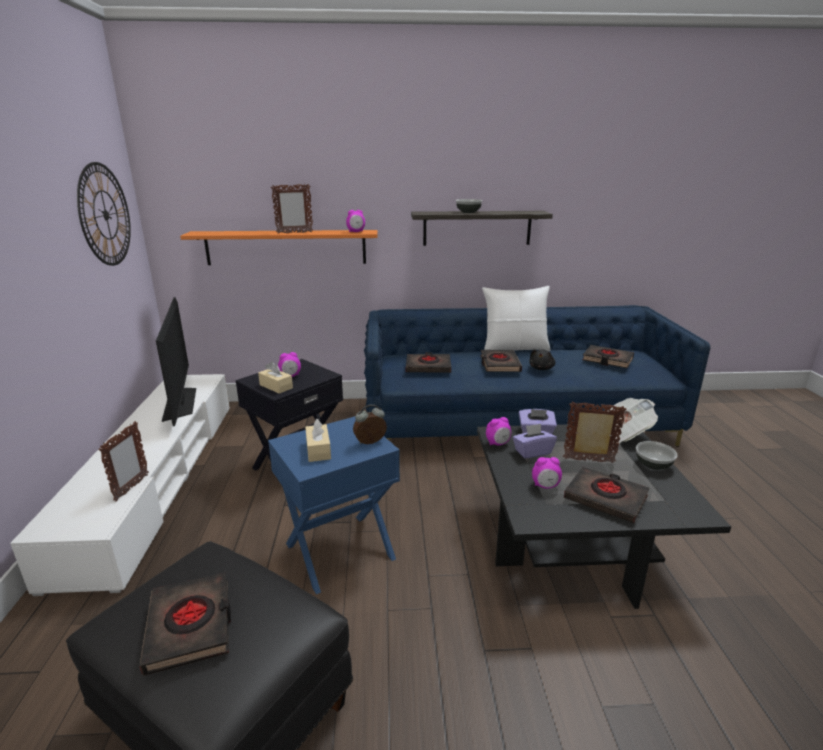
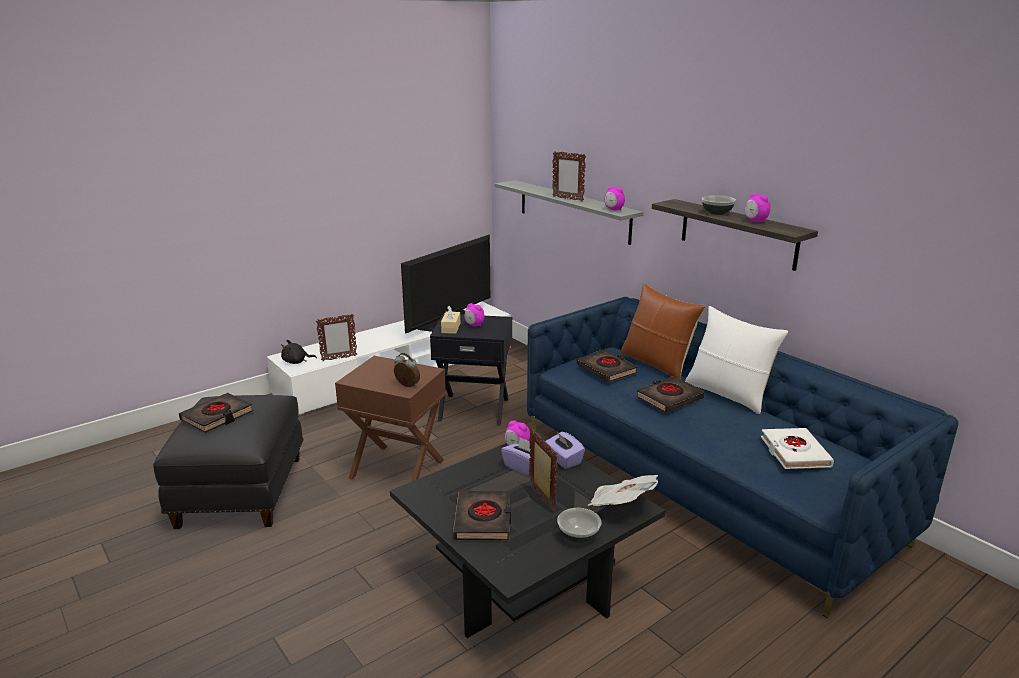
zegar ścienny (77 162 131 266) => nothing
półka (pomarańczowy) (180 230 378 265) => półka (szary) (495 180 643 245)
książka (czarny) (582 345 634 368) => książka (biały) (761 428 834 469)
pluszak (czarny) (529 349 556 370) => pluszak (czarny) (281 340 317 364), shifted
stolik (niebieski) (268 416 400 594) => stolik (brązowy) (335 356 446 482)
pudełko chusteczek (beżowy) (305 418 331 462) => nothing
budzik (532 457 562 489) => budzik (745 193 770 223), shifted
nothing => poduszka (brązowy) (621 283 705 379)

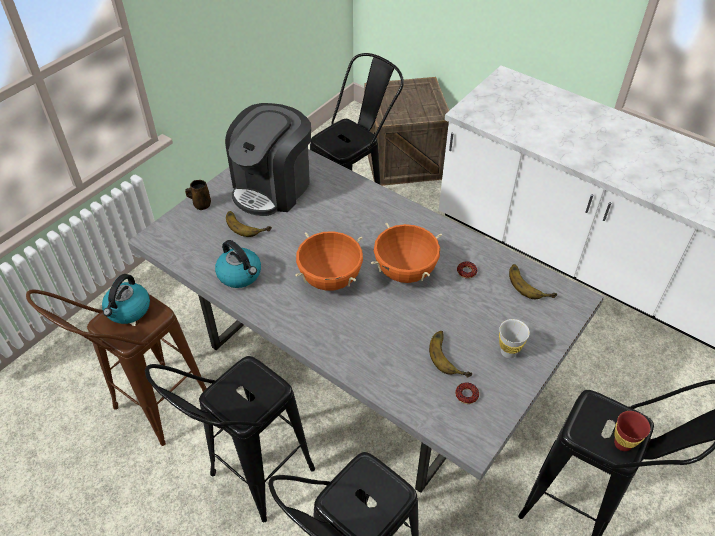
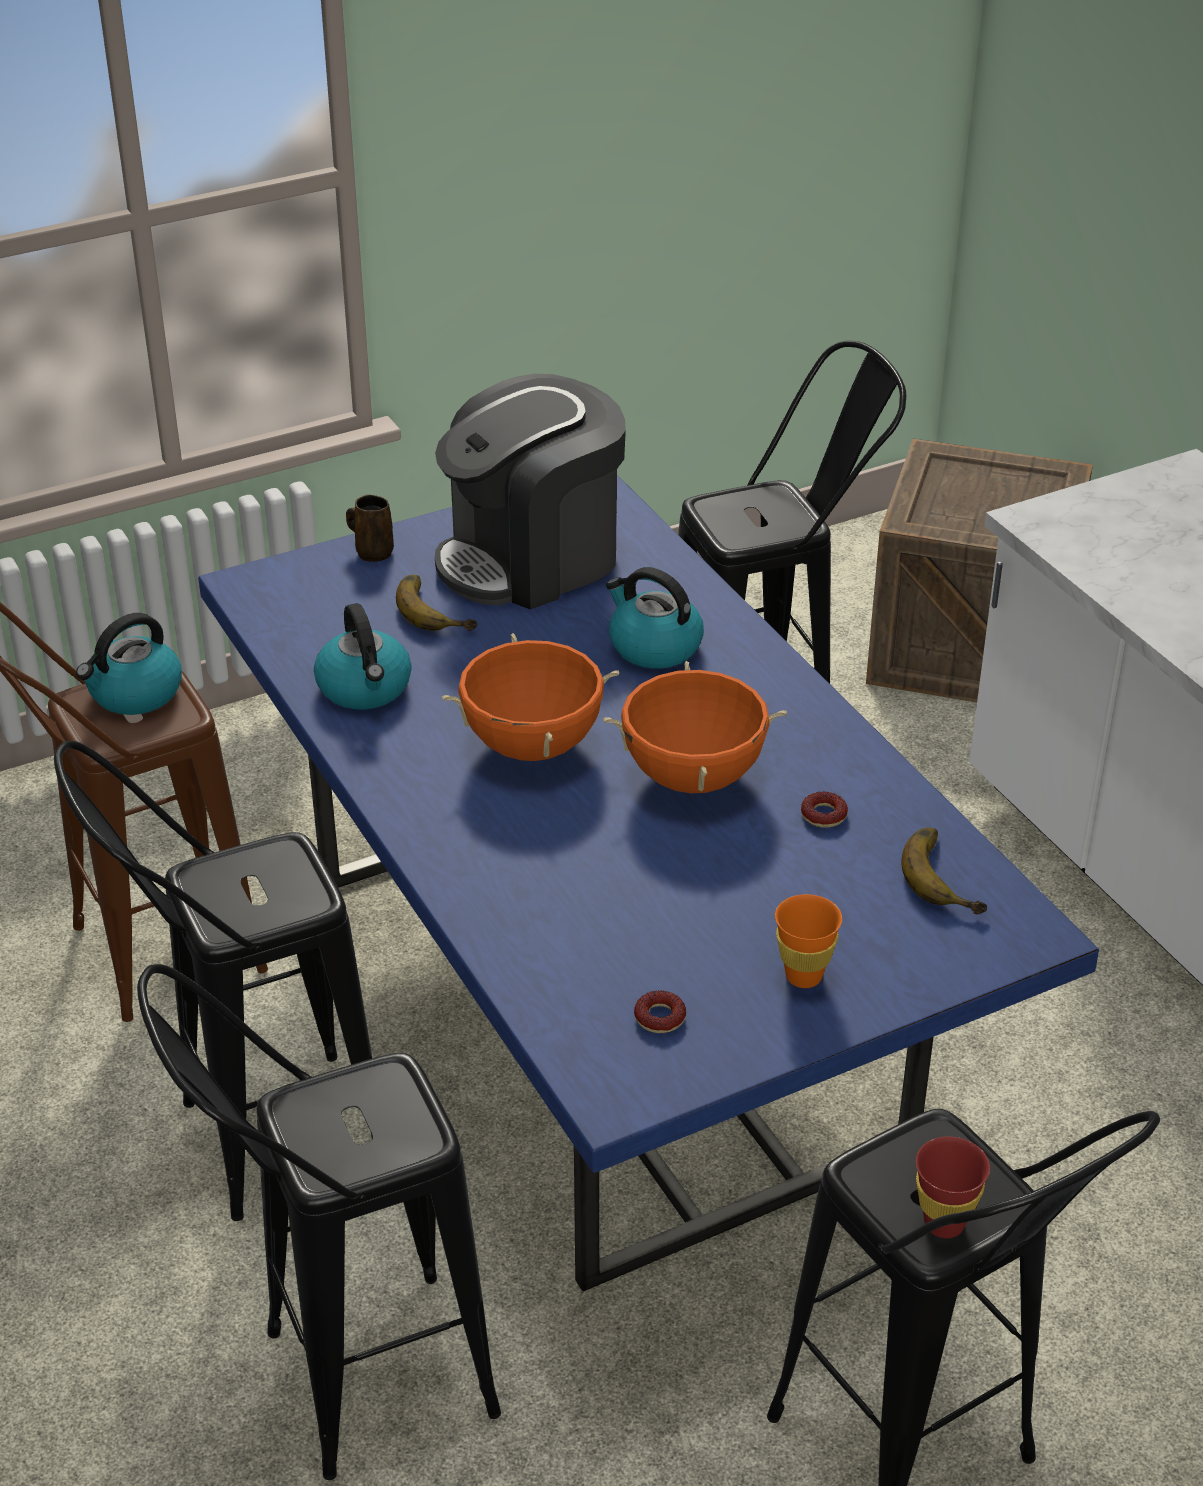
stół jadalny (szary) (128 149 604 493) => stół jadalny (niebieski) (198 475 1099 1291)
filiżanka (biały) (499 319 530 358) => filiżanka (pomarańczowy) (775 894 842 988)
banan (429 331 472 377) => nothing
nothing => czajnik (606 567 704 669)

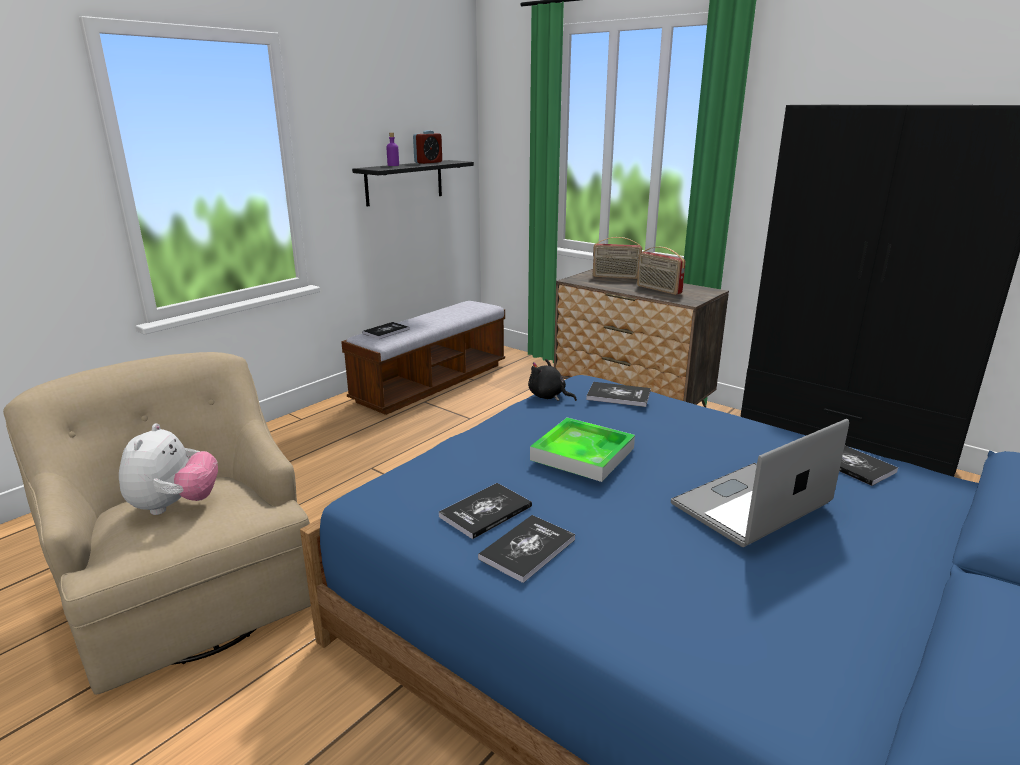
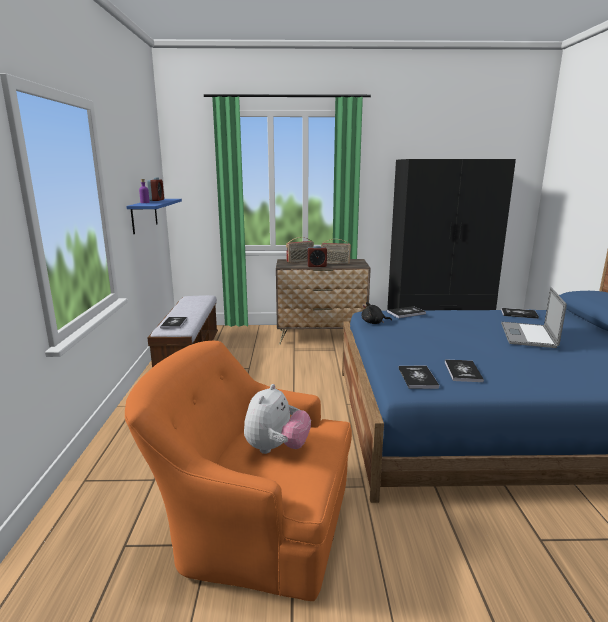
półka (czarny) (352 160 474 207) => półka (niebieski) (126 199 182 234)
fotel (beżowy) (3 352 311 695) => fotel (pomarańczowy) (125 341 352 601)
taca (530 417 635 482) => nothing
pluszak (119 423 218 515) => pluszak (244 384 311 454), 60 degrees clockwise
książka (478 515 576 583) => książka (398 366 439 389), shifted
nothing => budzik (307 246 327 267)

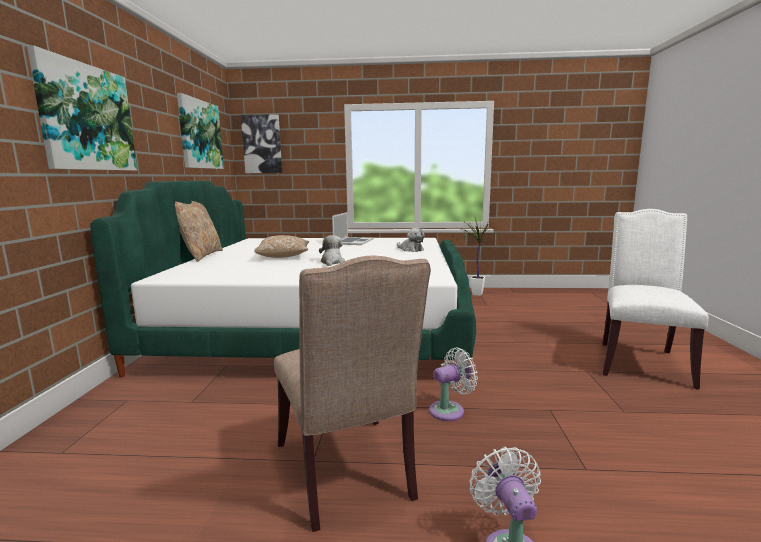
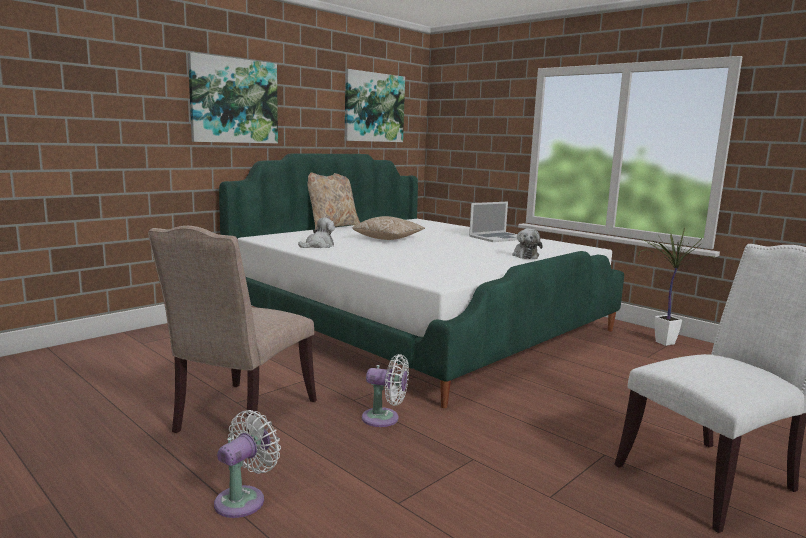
obraz (241 114 282 173) => nothing
pluszak (319 235 345 266) => pluszak (298 218 335 248), shifted

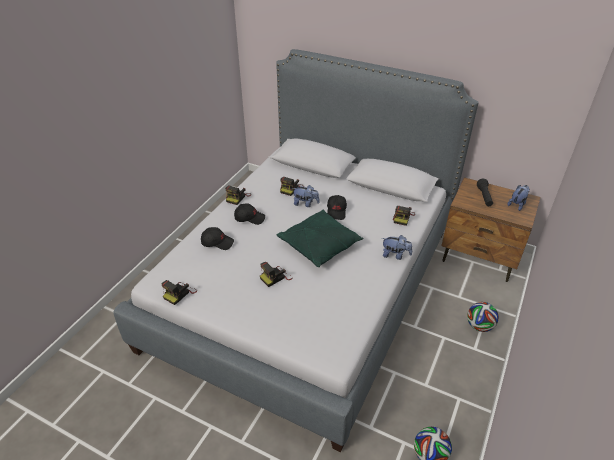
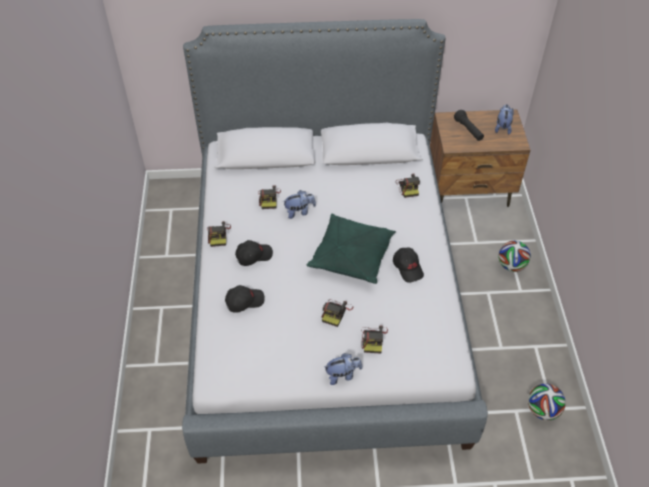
czapka z daszkiem (czarny) (327 195 347 220) => czapka z daszkiem (czarny) (393 248 424 283), shifted
pluszak (382 235 412 260) => pluszak (324 353 362 385), shifted
aparat fotograficzny (161 280 197 305) => aparat fotograficzny (361 326 388 353), shifted

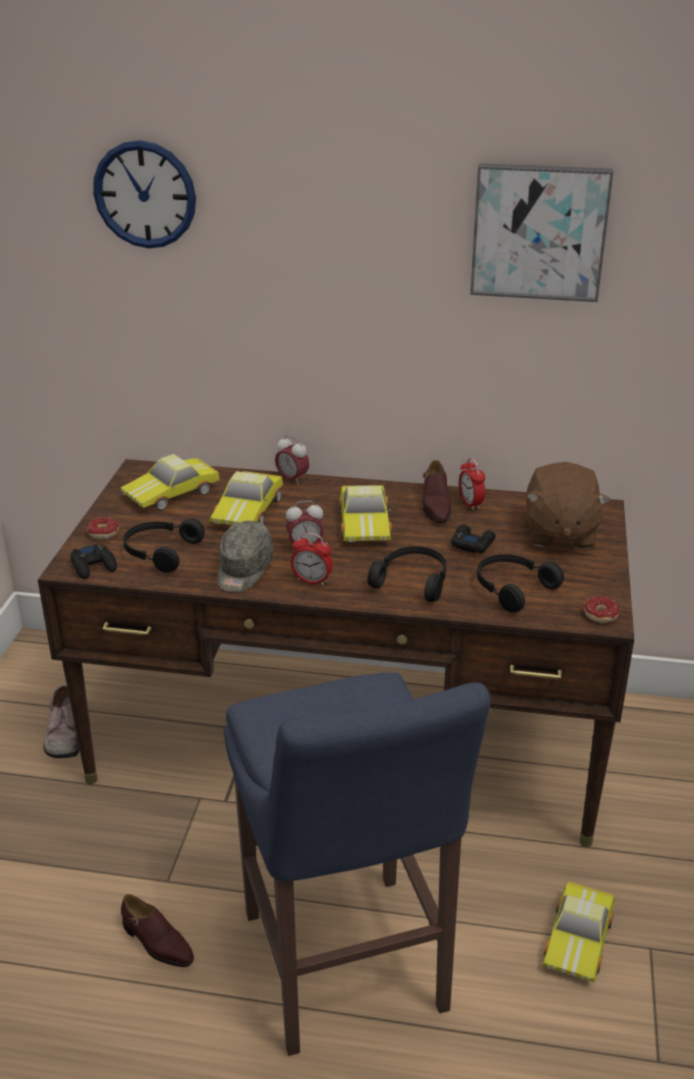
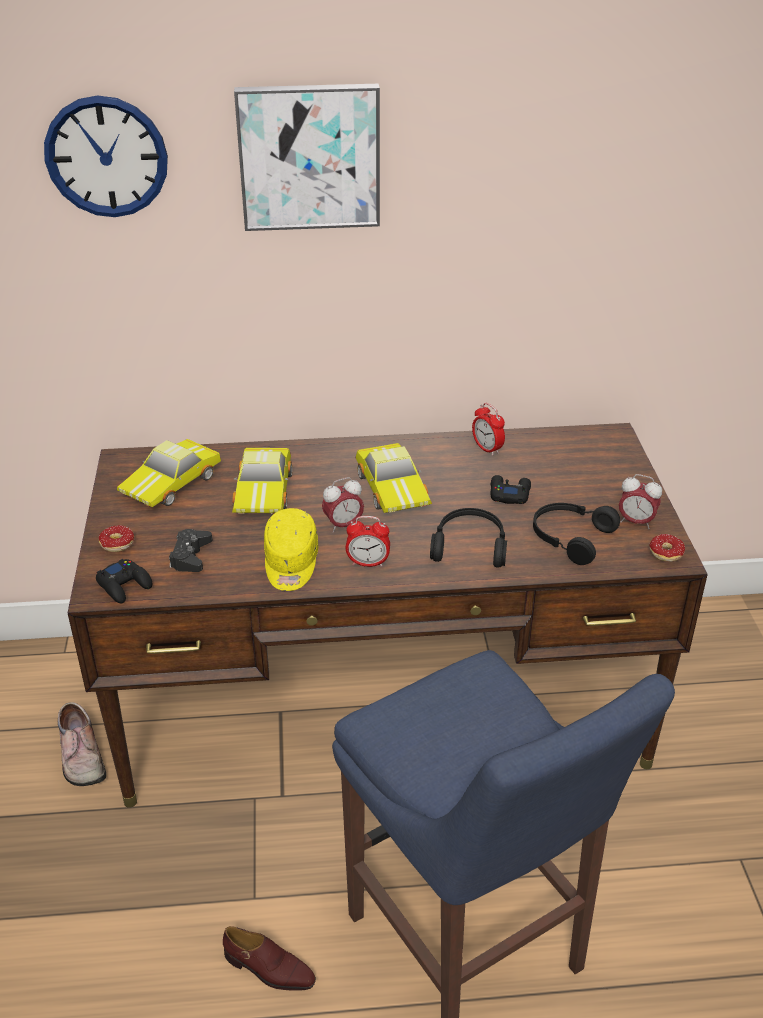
obraz (470 163 613 302) => obraz (234 84 380 231), shifted
budzik (275 435 309 486) => budzik (619 474 662 529), shifted
but (brązowy) (423 460 451 523) => nothing
pluszak (brązowy) (526 462 610 550) => nothing
słuchawki (czarny) (123 519 205 572) => pad do gier (czarny) (169 529 212 572)
czapka z daszkiem (szary) (218 521 273 592) => czapka z daszkiem (żółty) (264 508 318 591)
samochodzik (542 882 614 982) => nothing

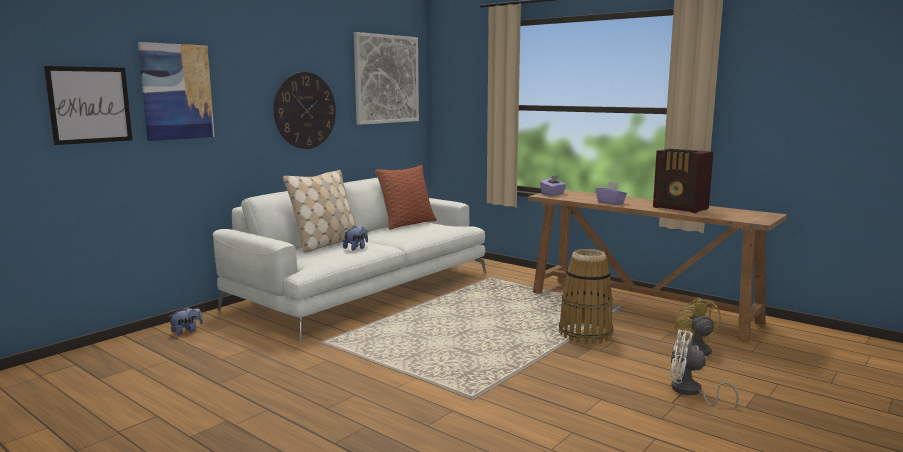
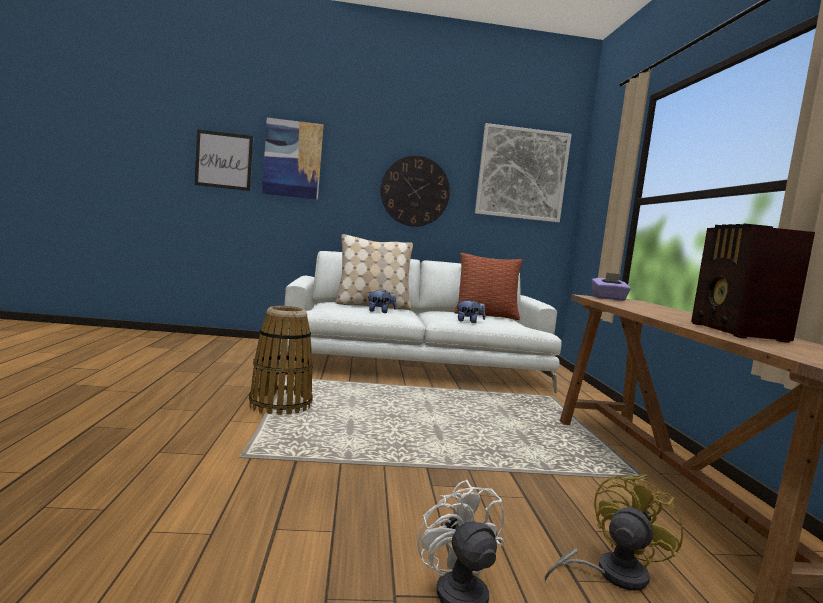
pudełko chusteczek (fioletowy) (596 182 627 205) => nothing
koszyk (559 249 613 344) => koszyk (249 306 313 415), shifted
pluszak (168 307 203 336) => pluszak (457 300 486 323), shifted

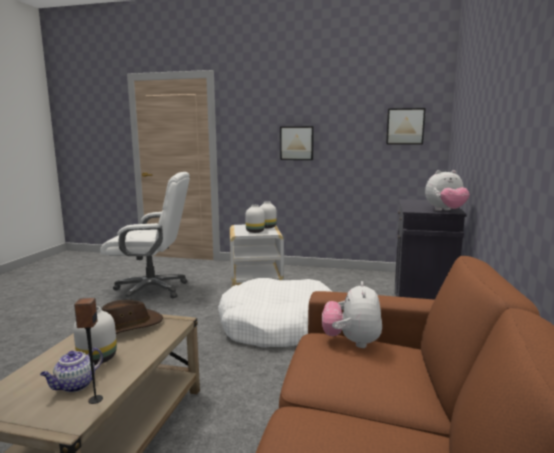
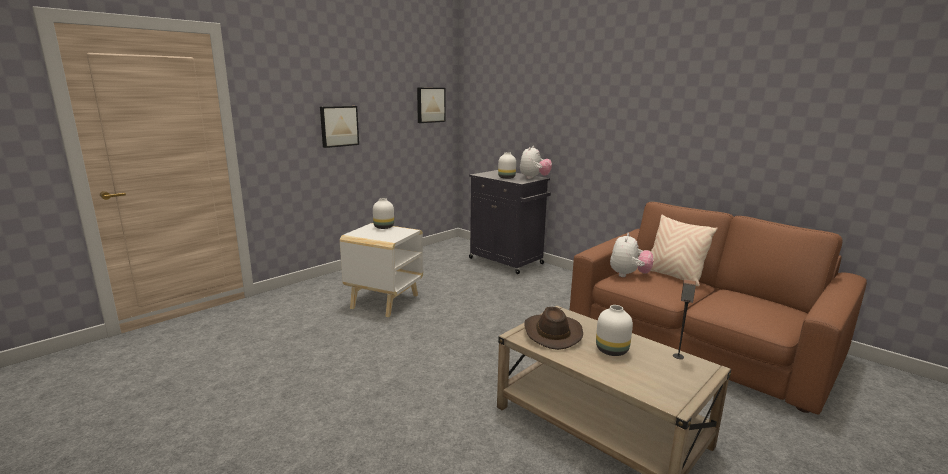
krzesło biurowe (biały) (100 172 190 300) => nothing
wazon (biały) (245 205 265 233) => wazon (biały) (498 152 516 179), shifted
legowisko (biały) (218 278 332 348) => nothing
pluszak (322 281 382 348) => pluszak (610 233 654 277), 105 degrees counterclockwise
imbryk (40 348 103 392) => nothing
nothing => poduszka (beżowy) (650 214 718 286)

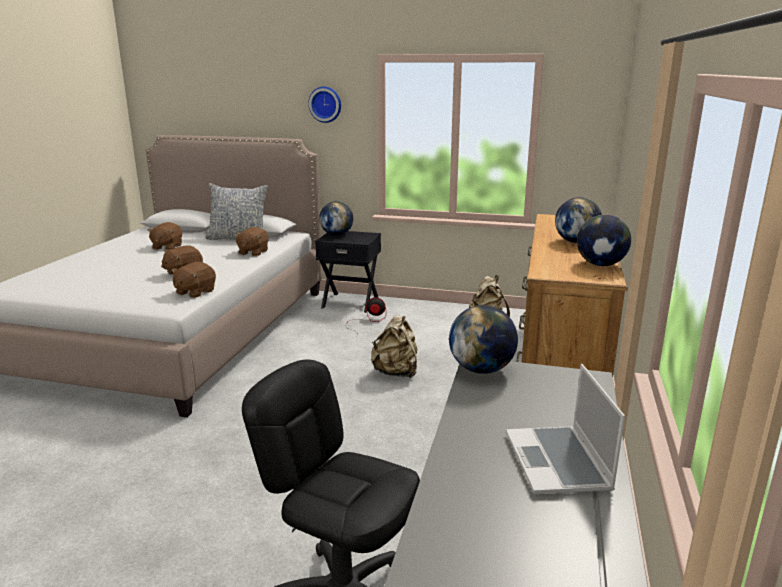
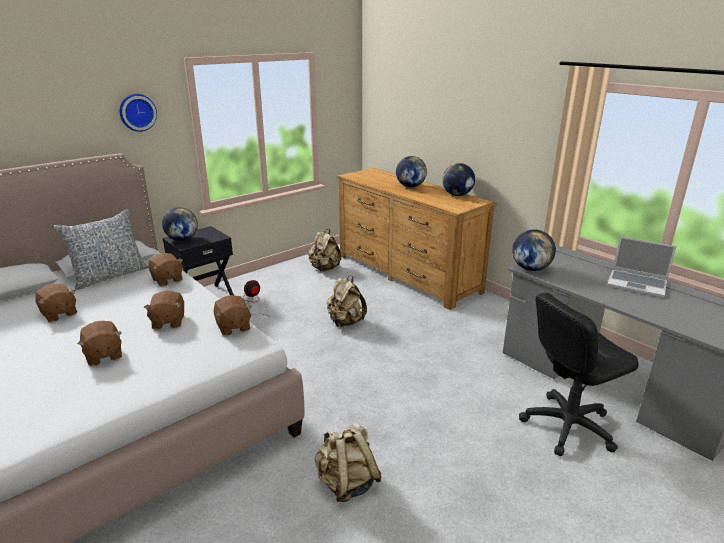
nothing => pluszak (brązowy) (78 321 122 366)
nothing => plecak (beżowy) (315 422 381 502)

